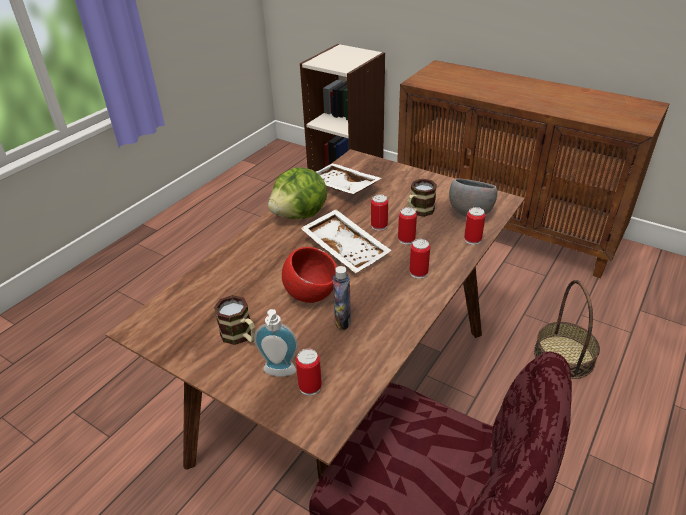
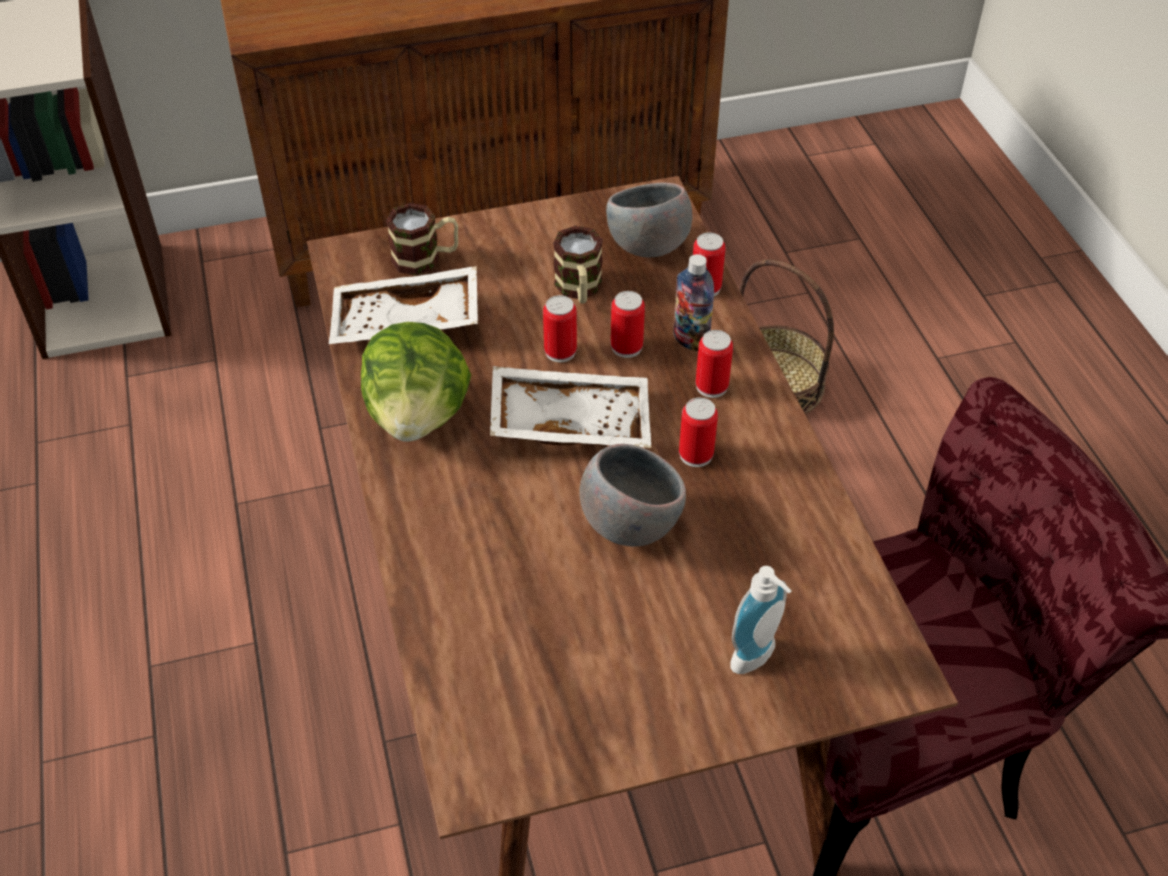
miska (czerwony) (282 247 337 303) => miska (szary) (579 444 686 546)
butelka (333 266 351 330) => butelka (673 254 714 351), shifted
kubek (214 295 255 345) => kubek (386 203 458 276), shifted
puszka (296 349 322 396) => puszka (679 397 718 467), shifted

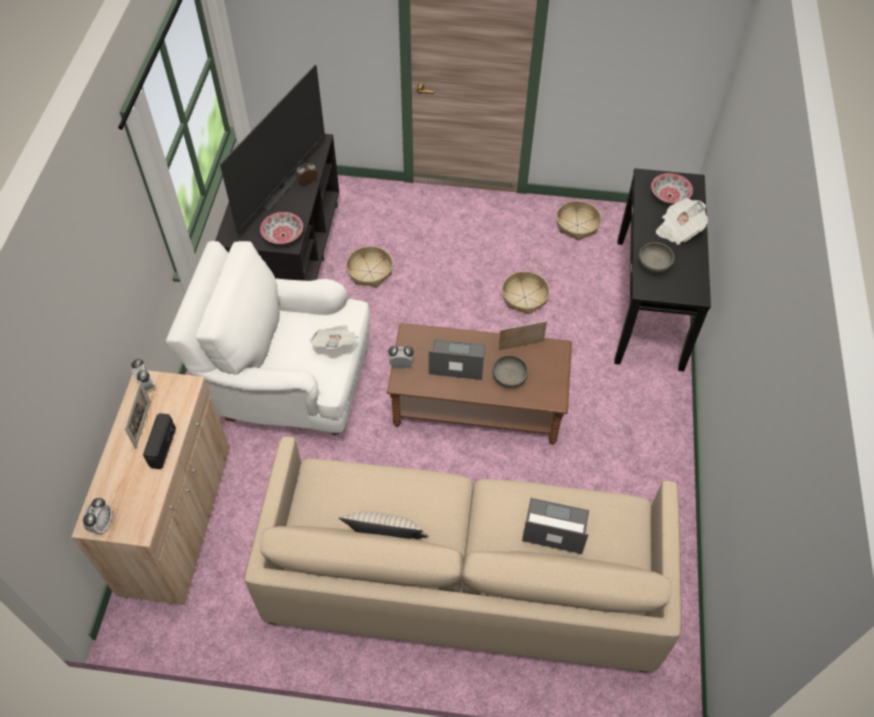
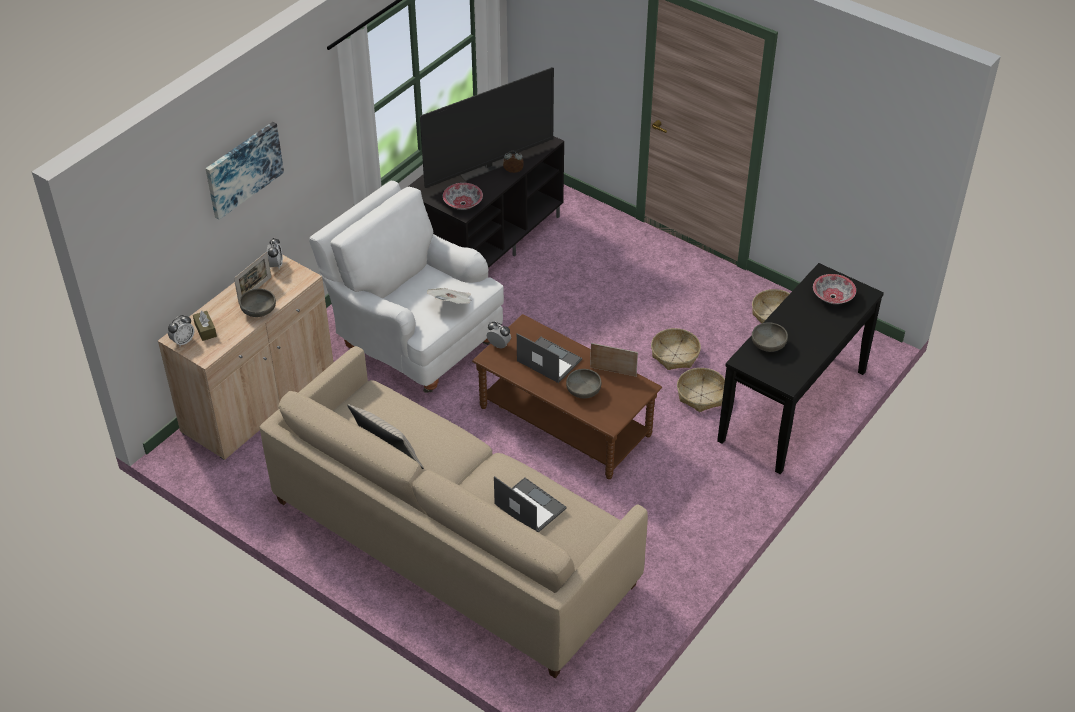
gazeta (656 198 708 245) => nothing
koszyk (346 246 393 287) => koszyk (677 368 725 412), shifted
radio (143 413 176 469) => miska (szary) (239 288 276 317)
nothing => obraz (206 122 284 220)
nothing => pudełko chusteczek (brązowy) (193 311 217 341)

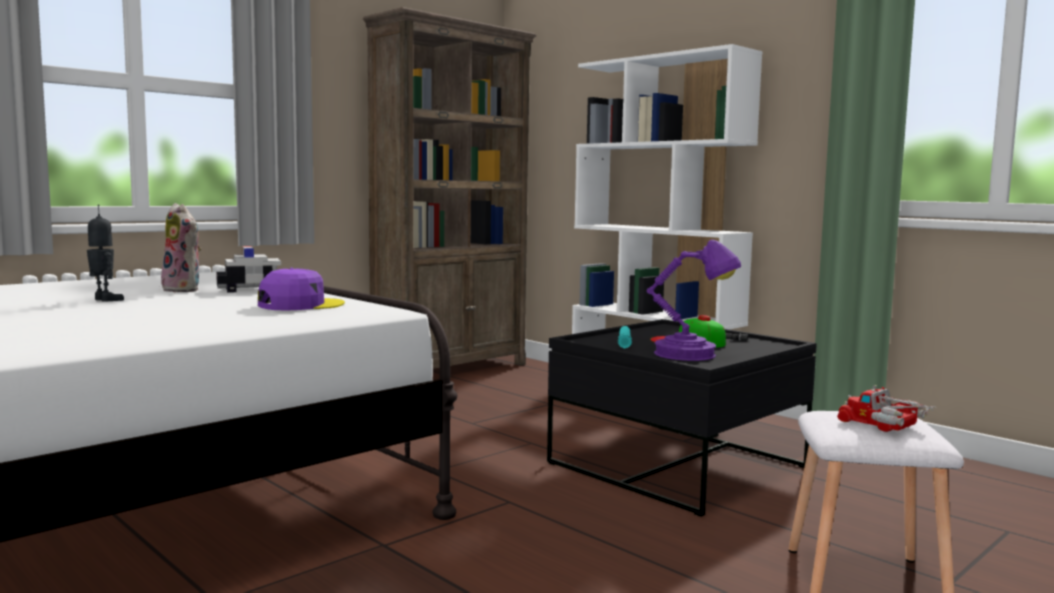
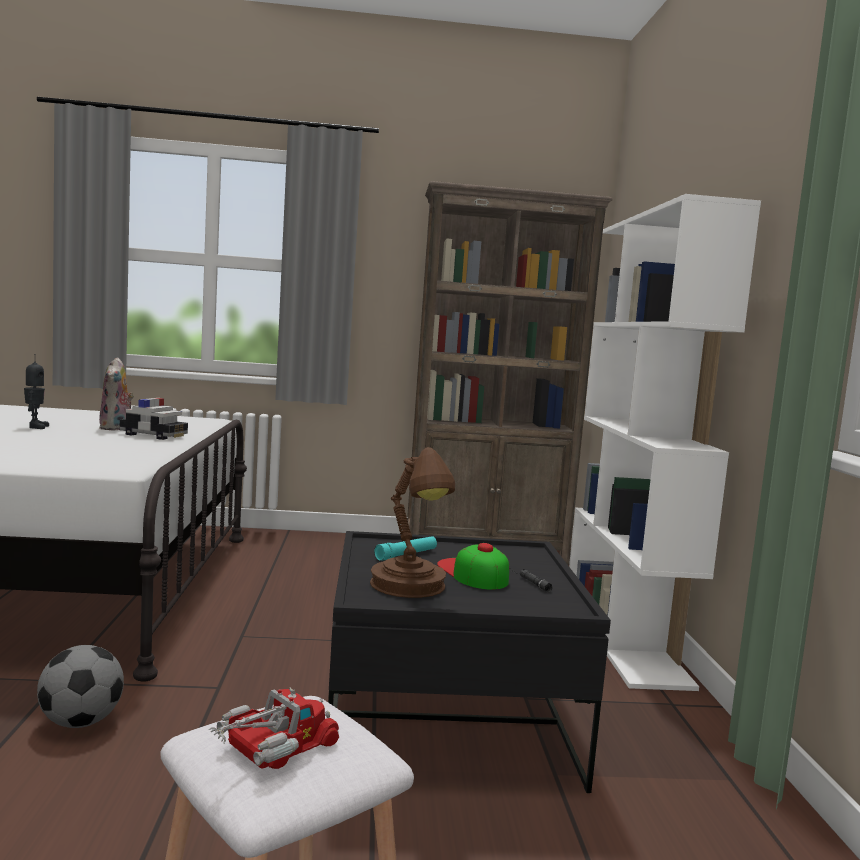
lampa stołowa (fioletowy) (647 240 741 361) => lampa stołowa (brązowy) (370 447 455 598)
czapka z daszkiem (fioletowy) (258 268 345 310) => nothing
ciężarówka zabawkowa (837 385 936 432) => ciężarówka zabawkowa (208 687 339 769), 45 degrees clockwise
nothing => piłka futbolowa (37 645 124 728)

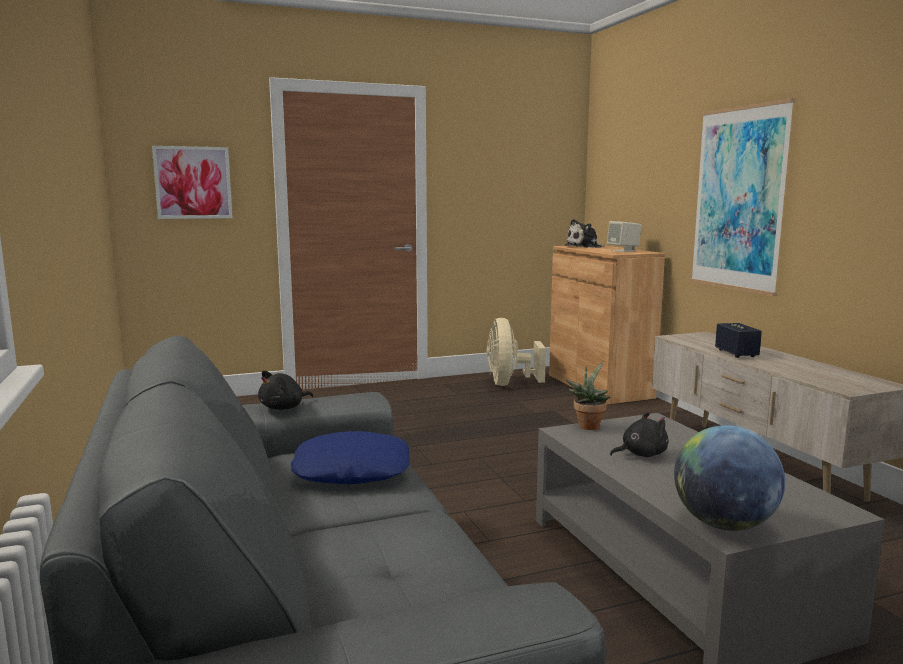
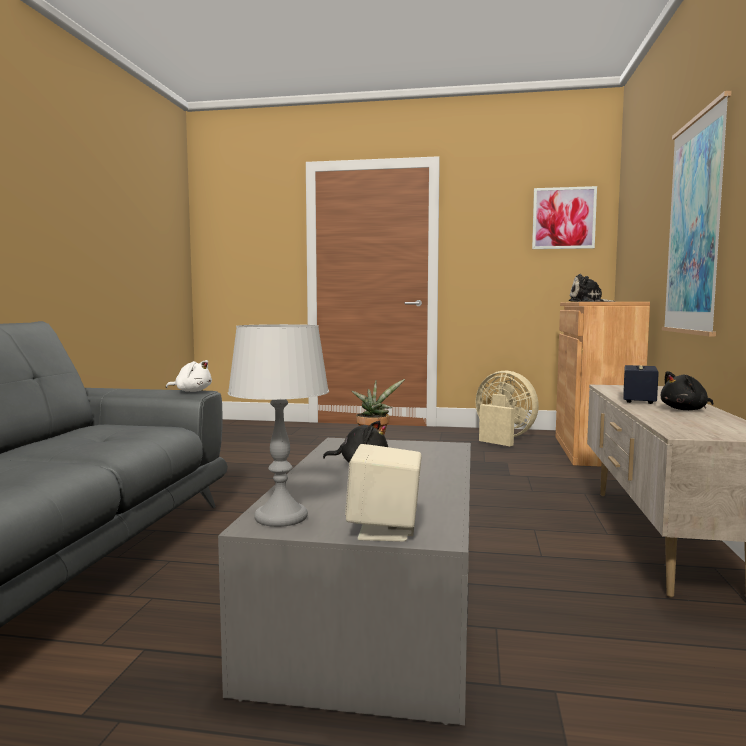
obraz (152 146 233 219) => obraz (532 186 597 249), shifted
głośnik (beżowy) (607 221 642 252) => głośnik (beżowy) (345 444 422 542), shifted
wentylator (beżowy) (487 318 546 386) => wentylator (beżowy) (476 371 539 446), 105 degrees clockwise
pluszak (czarny) (258 370 313 410) => pluszak (czarny) (661 371 714 410), shifted
globus (674 425 785 531) => lampa stołowa (szary) (228 324 329 527)
poduszka (niebieski) (291 431 410 484) => nothing
nothing => pluszak (biały) (166 360 212 392)

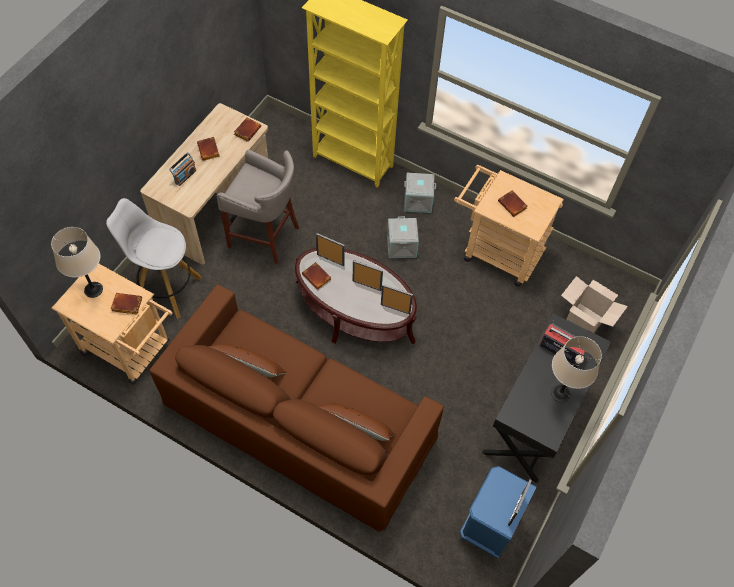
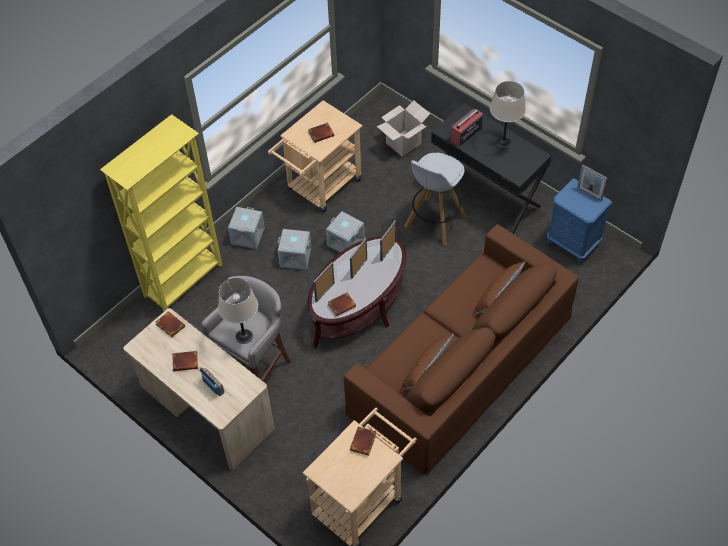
stołek (biały) (106 198 202 319) => stołek (biały) (404 153 467 246), shifted
lampa stołowa (beżowy) (51 227 103 298) => lampa stołowa (beżowy) (218 277 258 344), shifted
nothing => pojemnik do przechowywania (szary) (326 211 365 252)

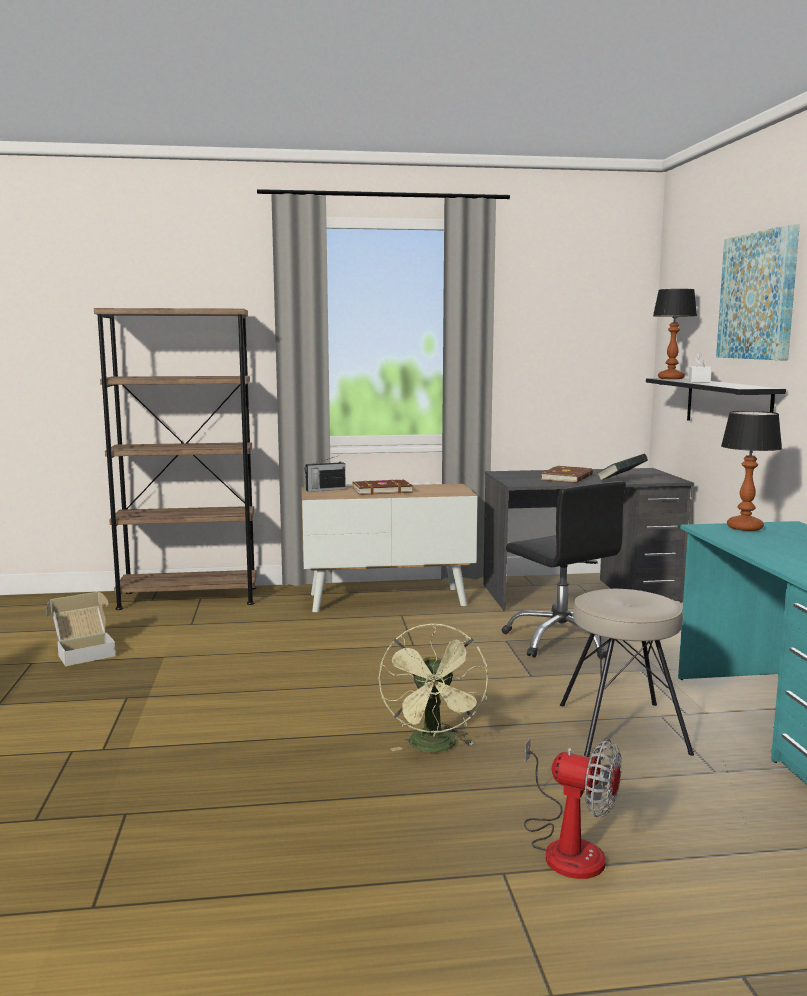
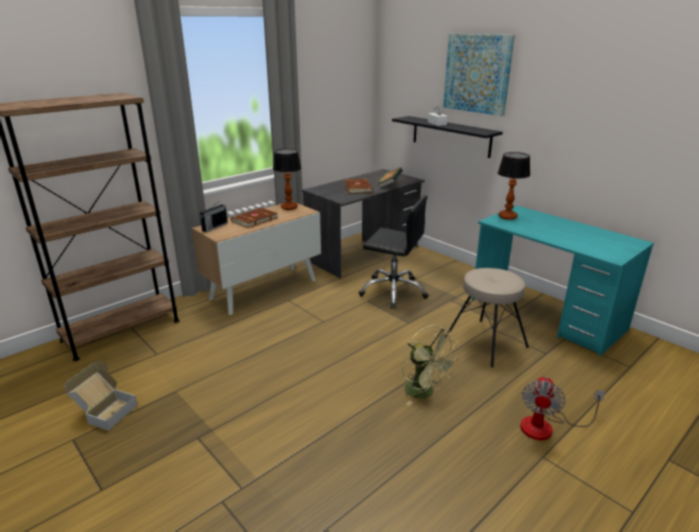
lampa stołowa (653 289 697 379) => lampa stołowa (273 149 301 210), shifted
wentylator (524 738 622 879) => wentylator (520 377 605 440), 120 degrees clockwise

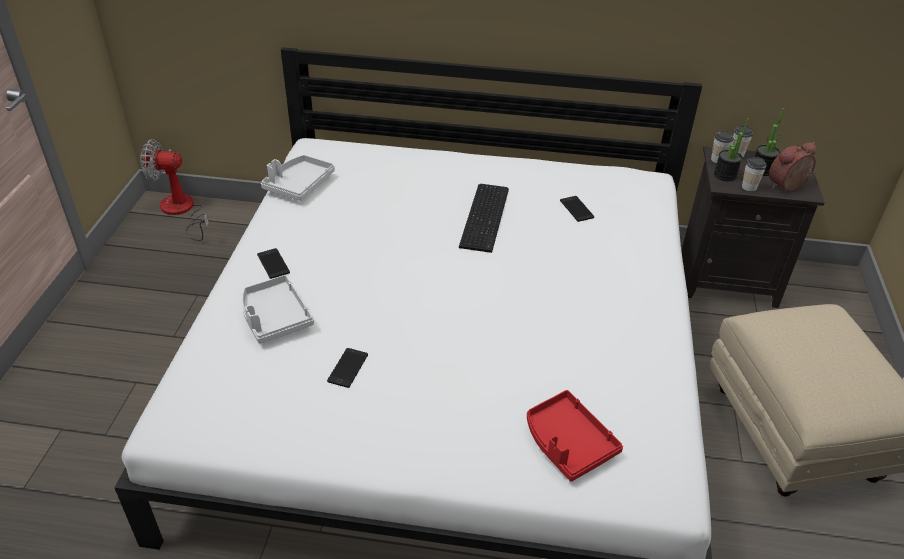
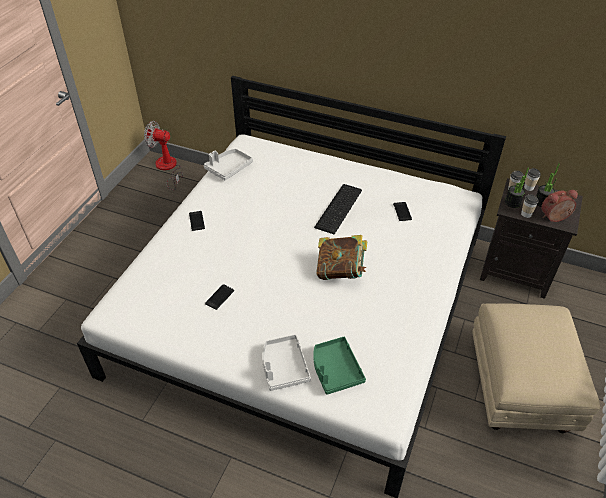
taca (szary) (242 275 314 344) => taca (szary) (262 334 311 391), shifted
taca (czerwony) (527 390 623 482) => taca (zielony) (313 337 366 395)
nothing => książka (316 235 367 280)

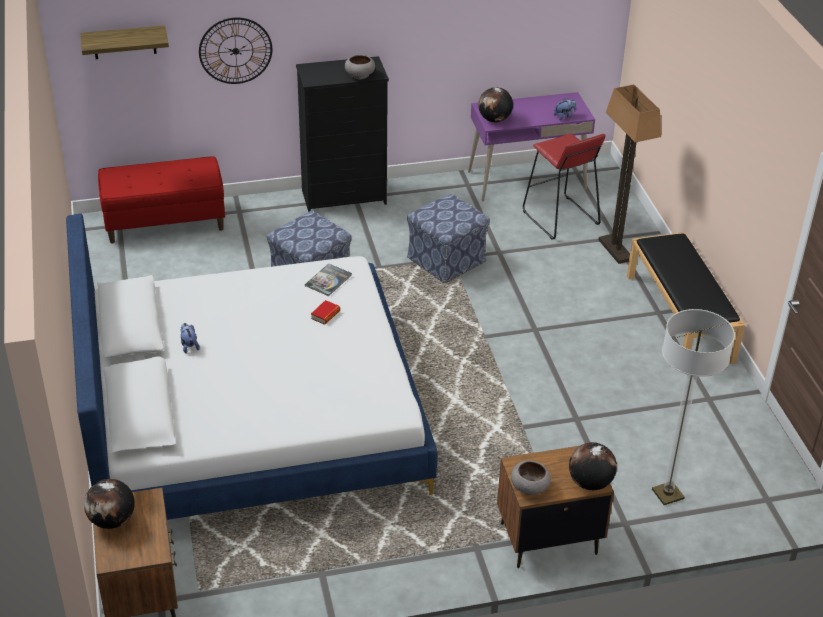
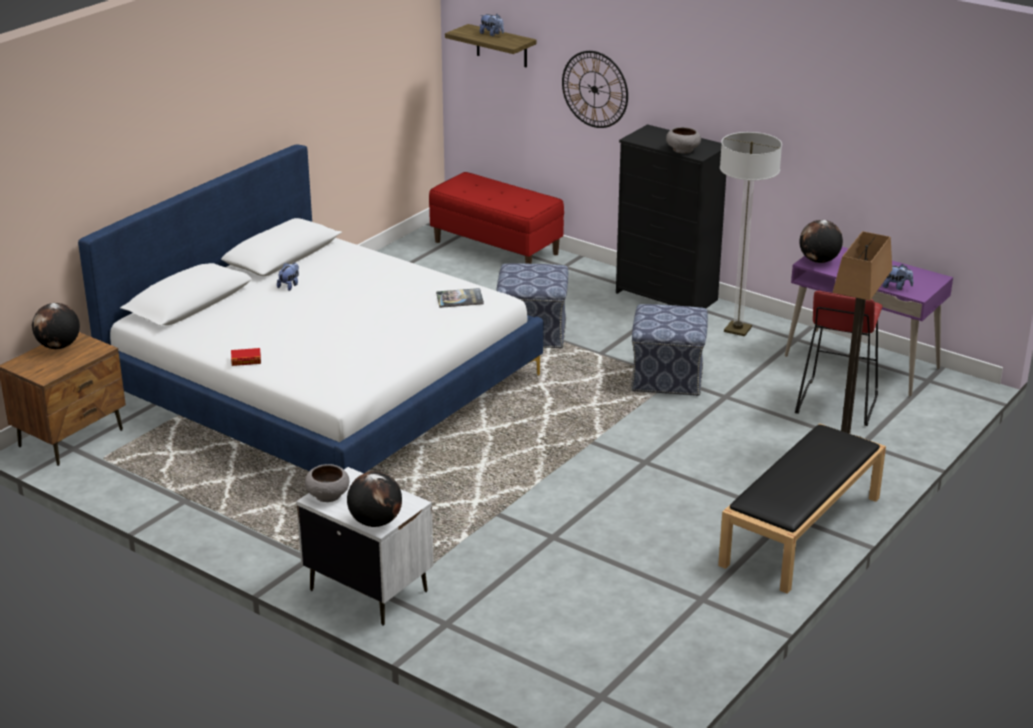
książka (311 300 340 325) => książka (231 348 261 366), shifted
lampa stojąca (652 309 735 505) => lampa stojąca (720 132 782 336), shifted
szafka nocna (brązowy) (497 446 614 568) => szafka nocna (biały) (296 467 434 626)
nothing => pluszak (480 14 504 36)

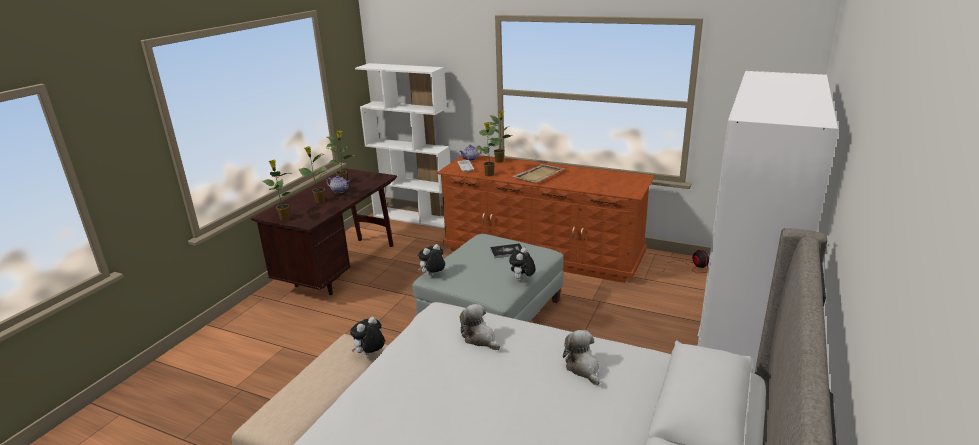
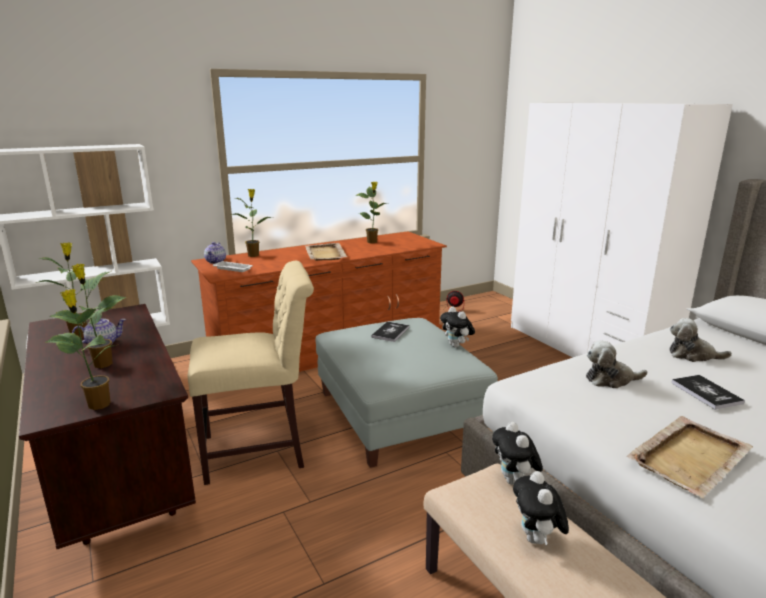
roślina doniczkowa (475 122 501 176) => roślina doniczkowa (355 181 388 243), shifted
pluszak (418 244 445 276) => pluszak (513 471 569 545), shifted
nothing => krzesło (beżowy) (188 261 314 485)
nothing => książka (671 375 745 410)
nothing => taca (beżowy) (627 416 753 498)

